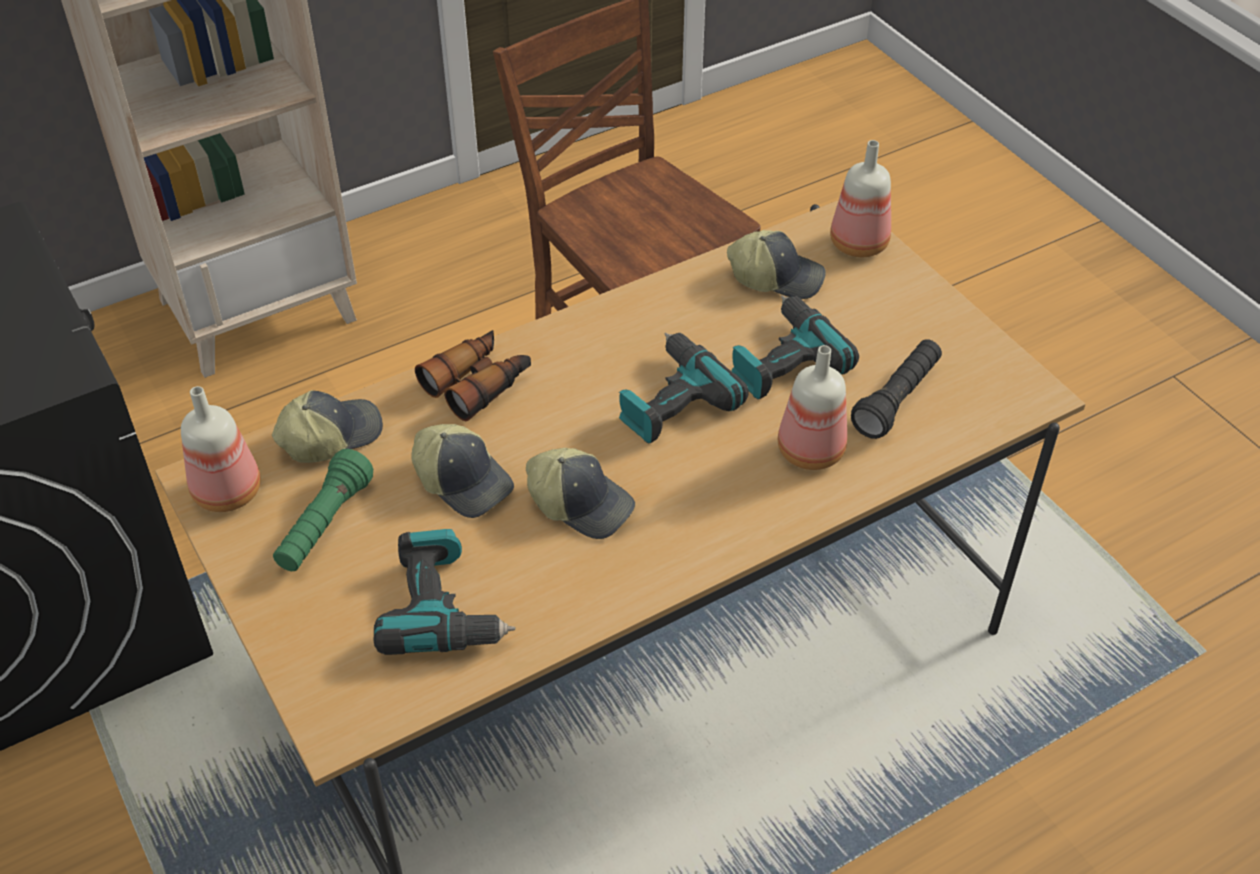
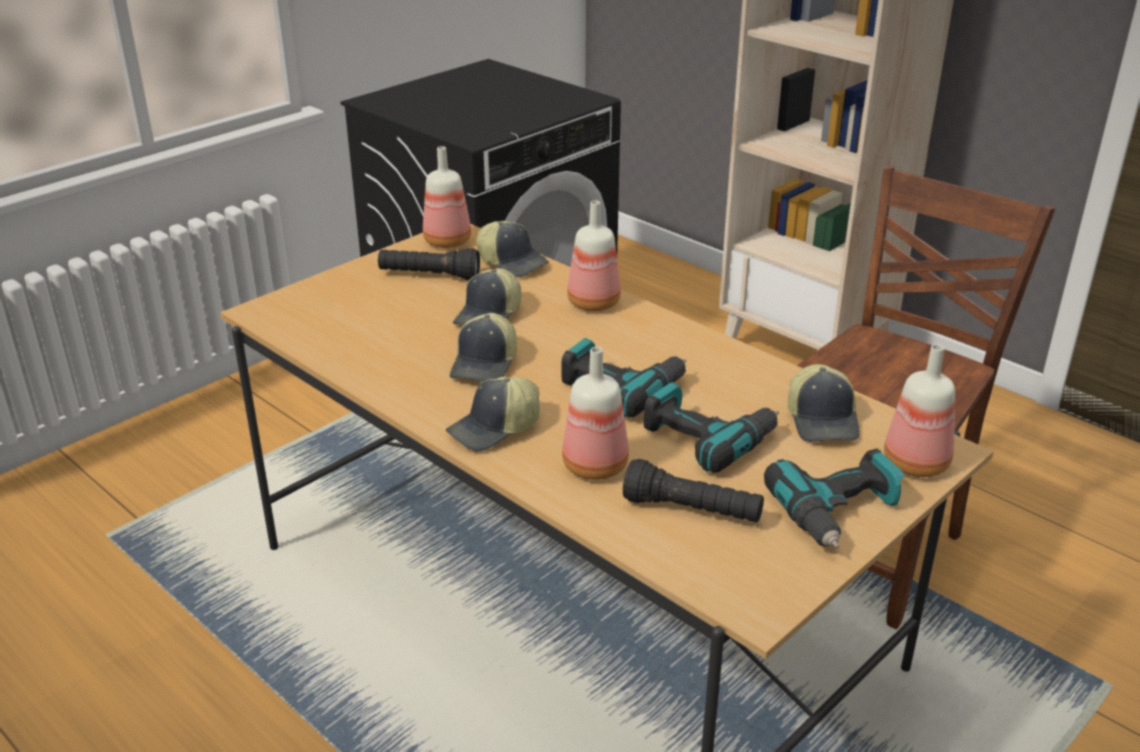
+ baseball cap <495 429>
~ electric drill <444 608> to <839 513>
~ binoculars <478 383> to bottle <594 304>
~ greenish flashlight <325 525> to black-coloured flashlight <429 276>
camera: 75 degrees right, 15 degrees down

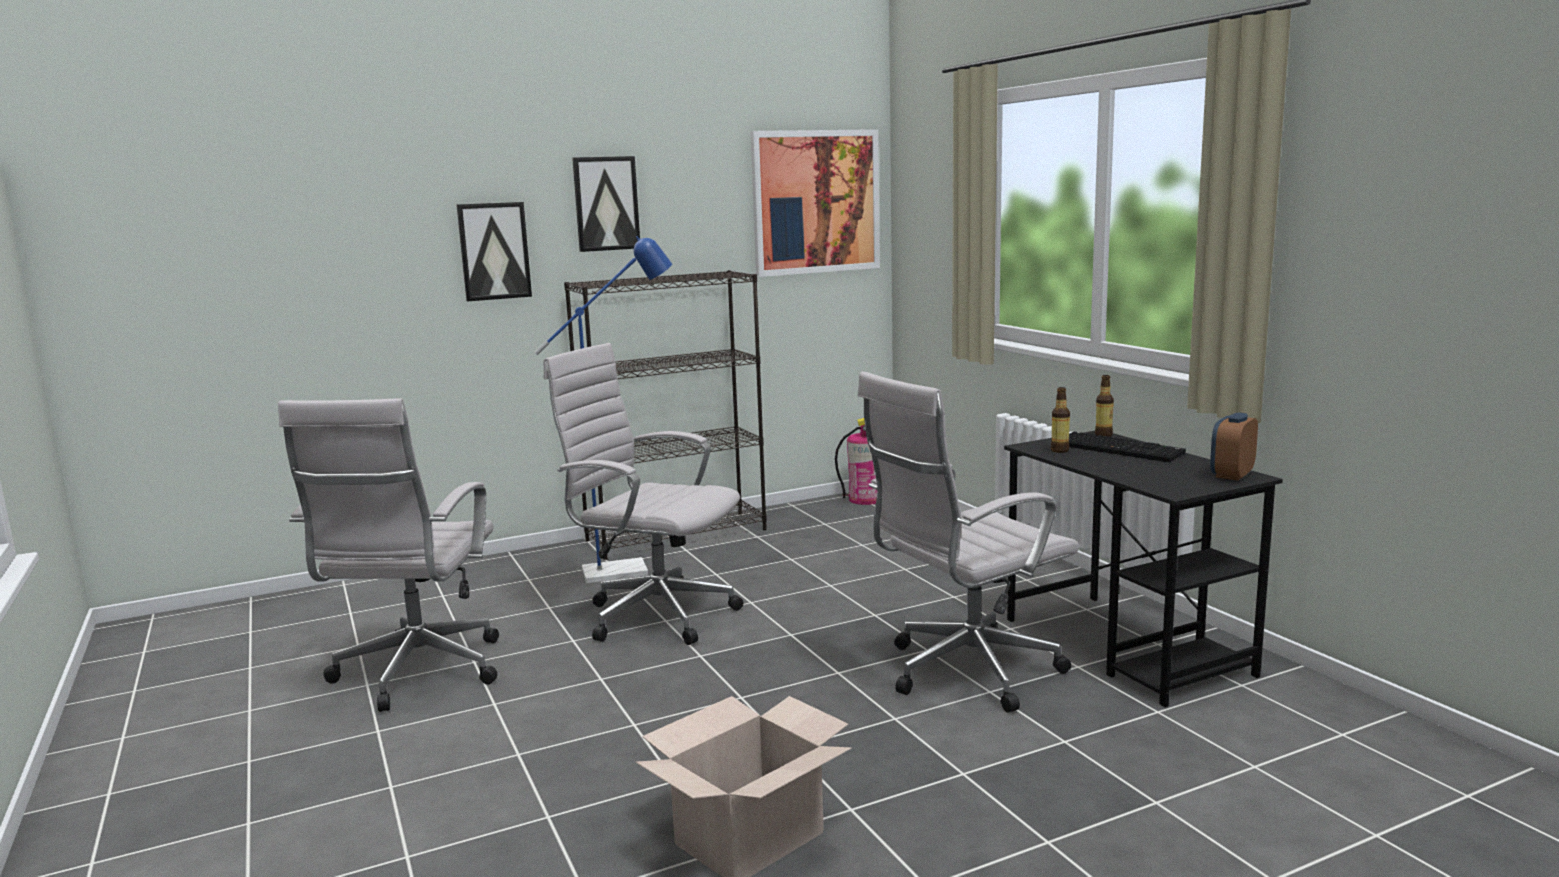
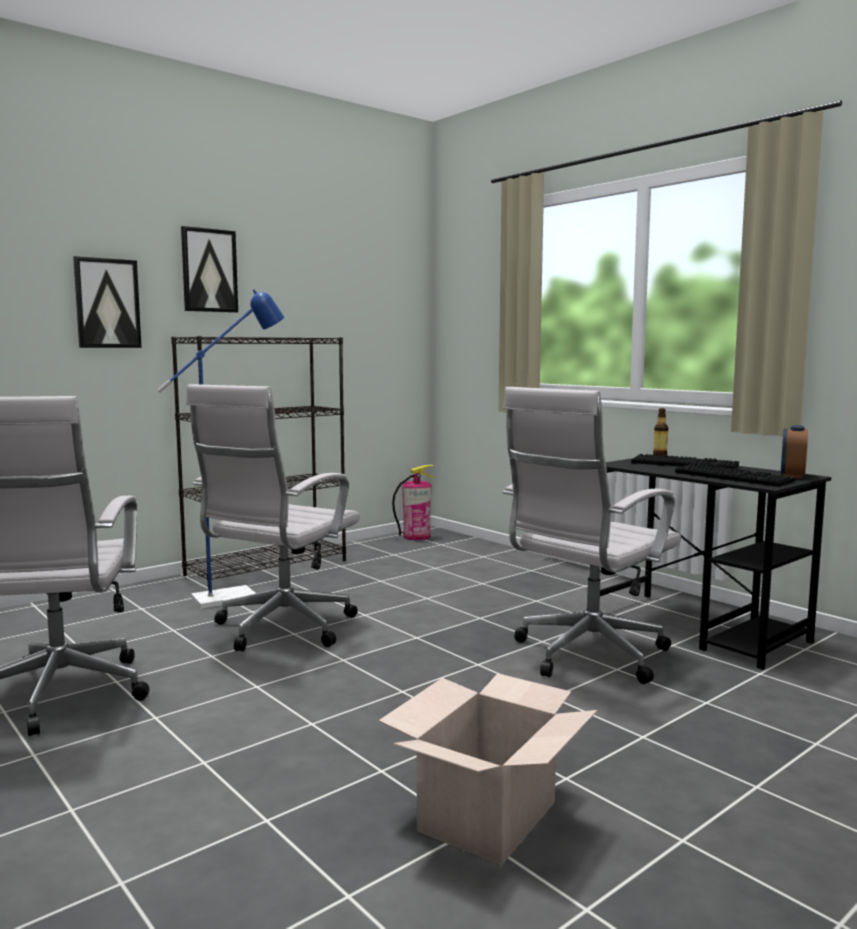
- picture <816 202>
- bottle <1059 450>
+ keyboard <734 477>
~ white-coloured desk chair <654 615> = <280 630> 75 degrees counterclockwise
camera: 15 degrees left, 5 degrees down

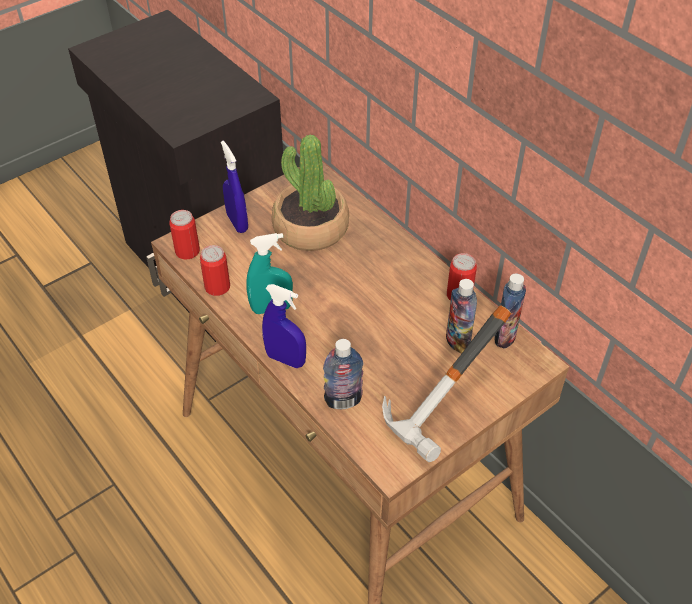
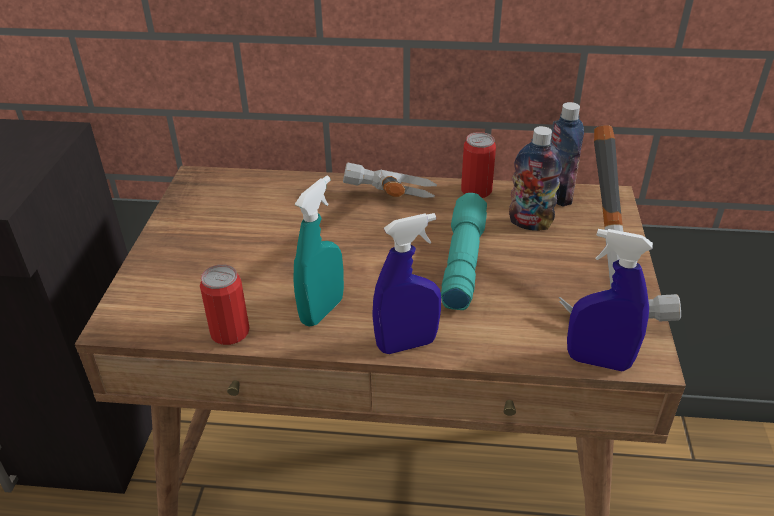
- metal can <187 251>
- houseplant <310 228>
- bottle <343 400>
+ hand hammer <377 228>
+ turquoise flashlight <462 260>
~ bluish sprayer <237 222> to <598 361>
camera: 45 degrees left, 10 degrees down

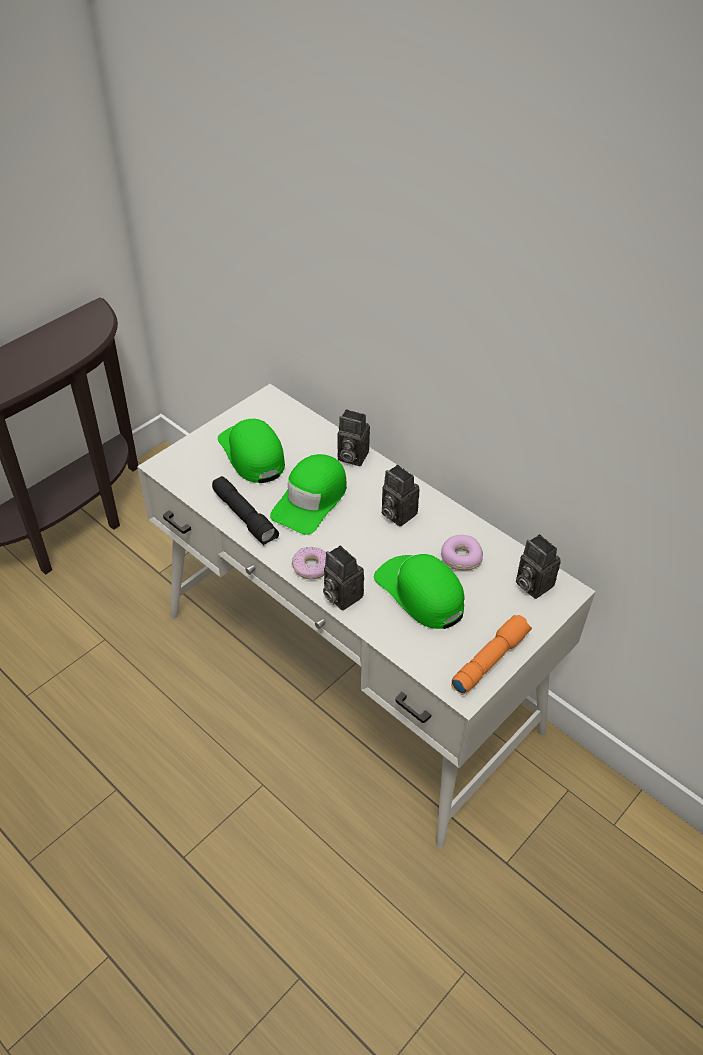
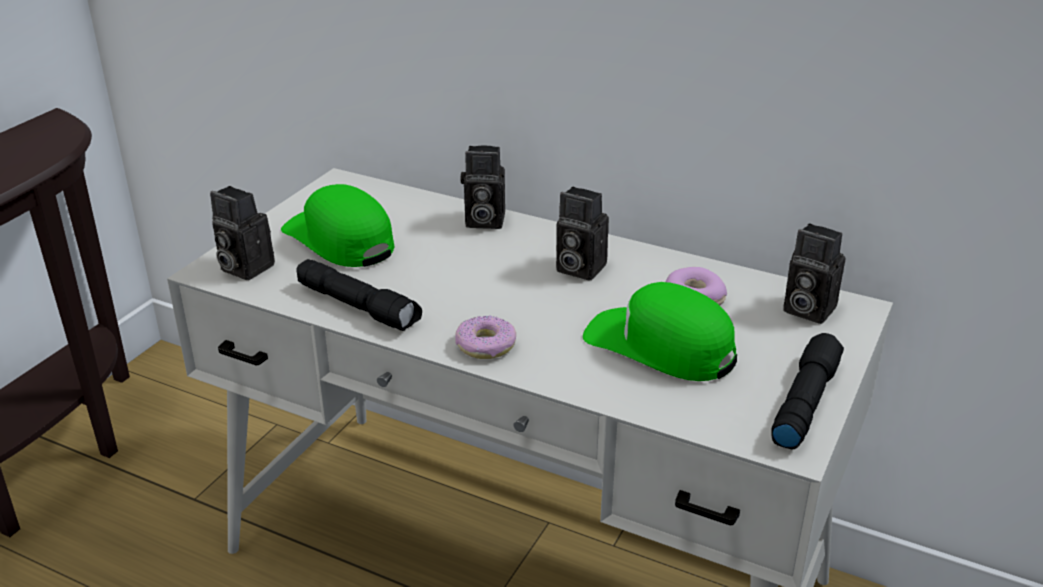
- greenish baseball cap <311 500>
~ still camera <340 595> to <243 267>
~ orange flashlight <489 659> to black-coloured flashlight <803 402>
camera: 15 degrees left, 15 degrees down

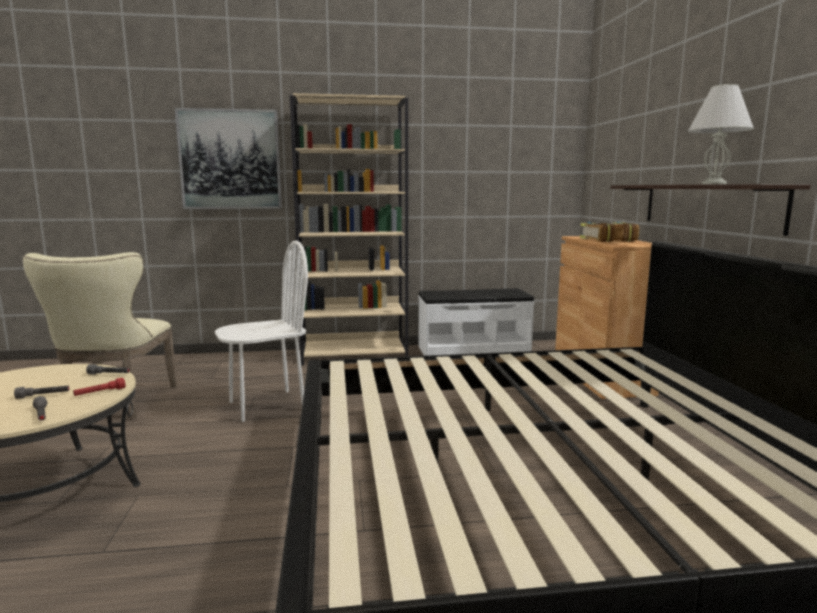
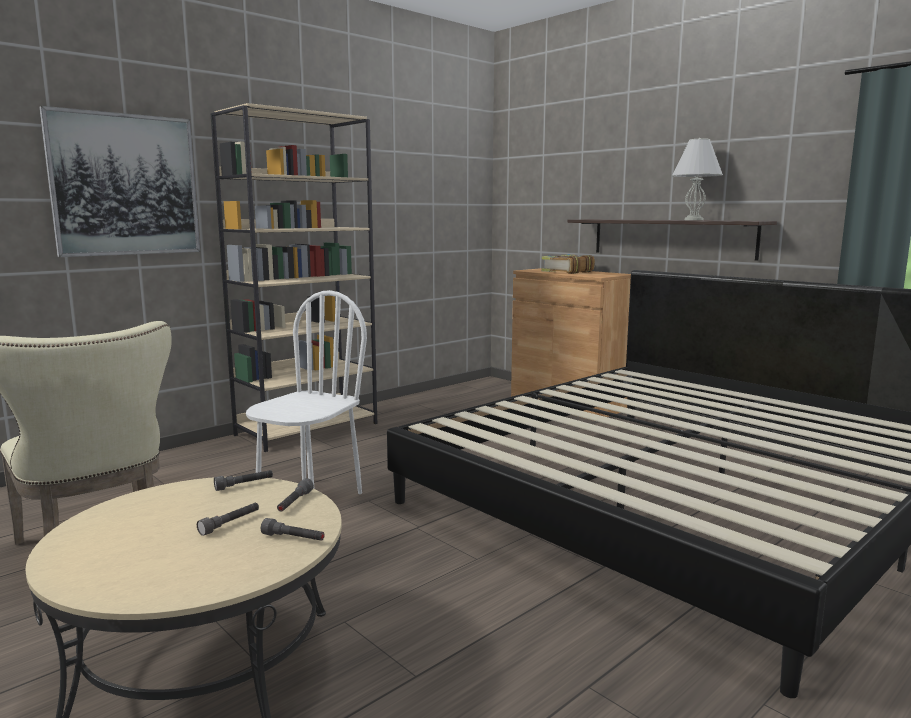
- white-coloured bench <473 350>
~ reddish flashlight <100 393> to greyish flashlight <294 502>
camera: 35 degrees left, 0 degrees up

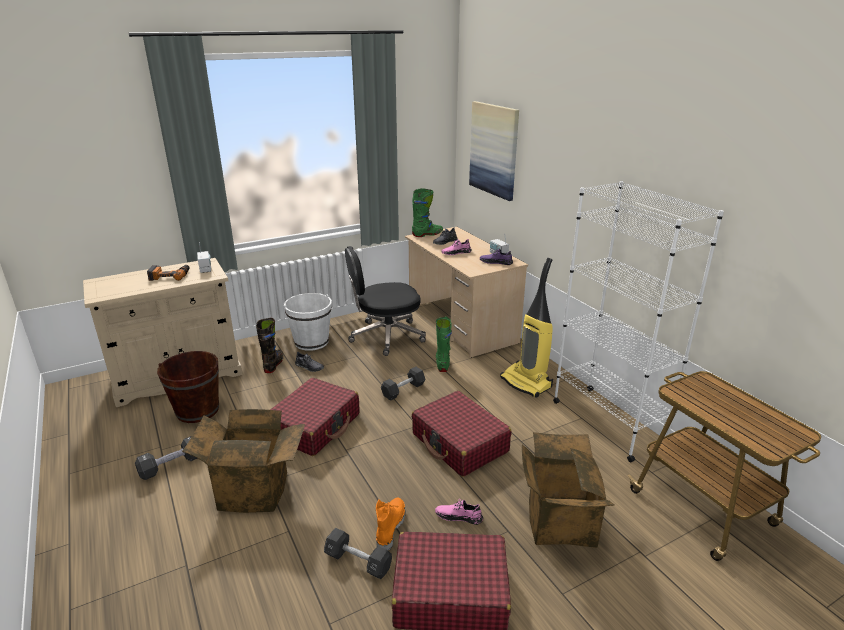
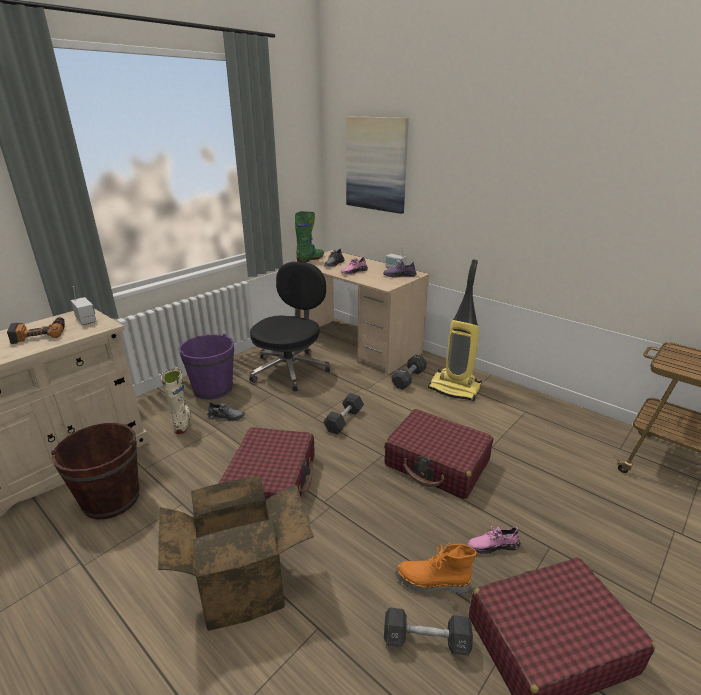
- greenish high-top boot <442 363>
- packing box <557 521>
- white-coloured bookshelf <607 422>
~ black-coloured hand weight <172 465> to <408 379>
~ black-coloured high-top boot <273 364> to beige high-top boot <182 422>
~ white-coloured pail <311 342> to purple pail <213 389>
~ black-coloured desk chair <385 336> = <290 369> 150 degrees clockwise
~ orange high-top boot <389 527> = <432 583> 75 degrees counterclockwise
camera: 20 degrees left, 0 degrees up

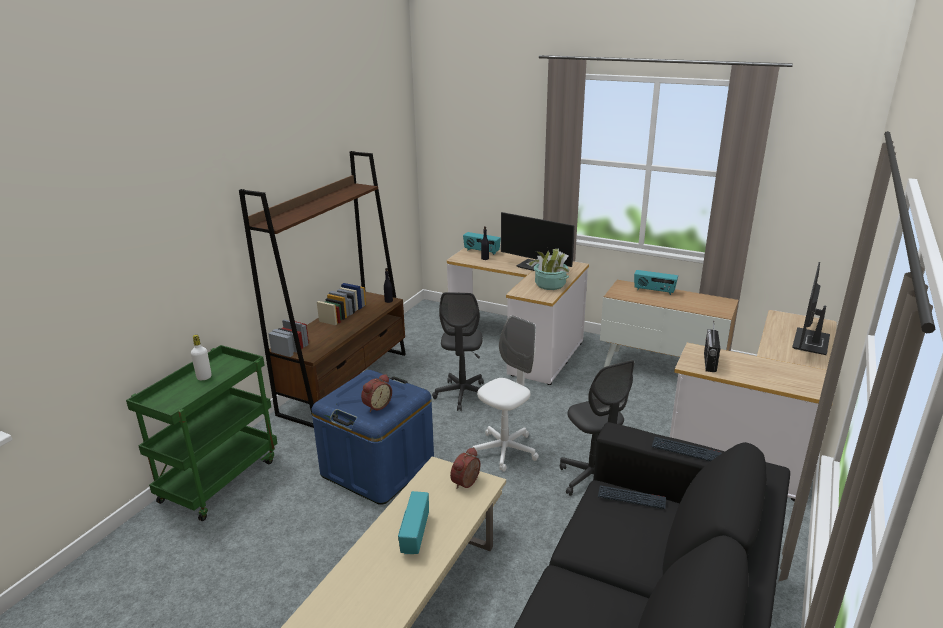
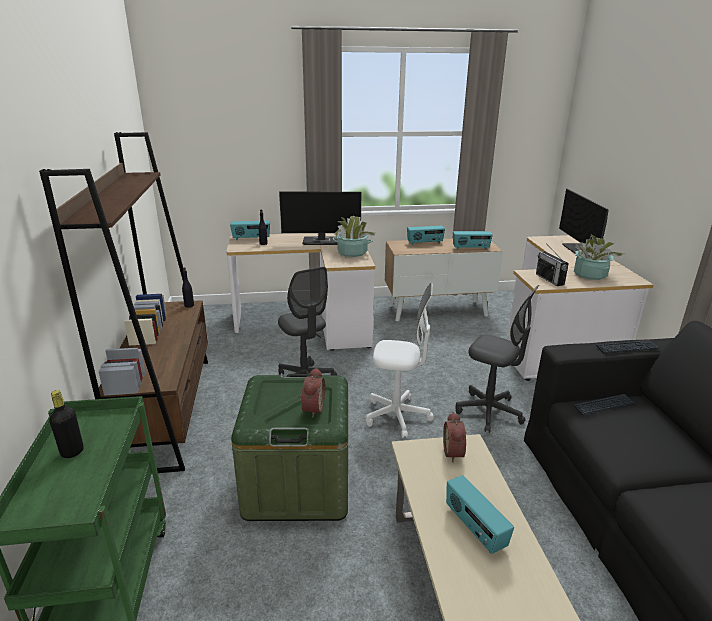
+ radio <471 248>
+ houseplant <590 274>
~ white-coloured bottle <204 377> to black-coloured bottle <72 452>
~ bluish storage box <378 468> to greenish storage box <297 483>
~ white-coloured desk chair <505 450> = <397 416> 90 degrees clockwise
camera: 35 degrees left, 0 degrees up

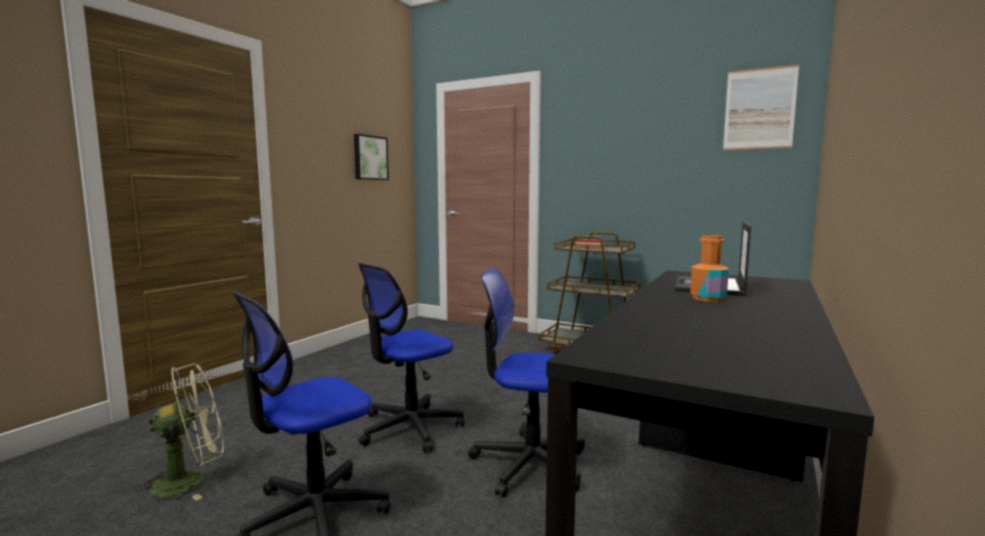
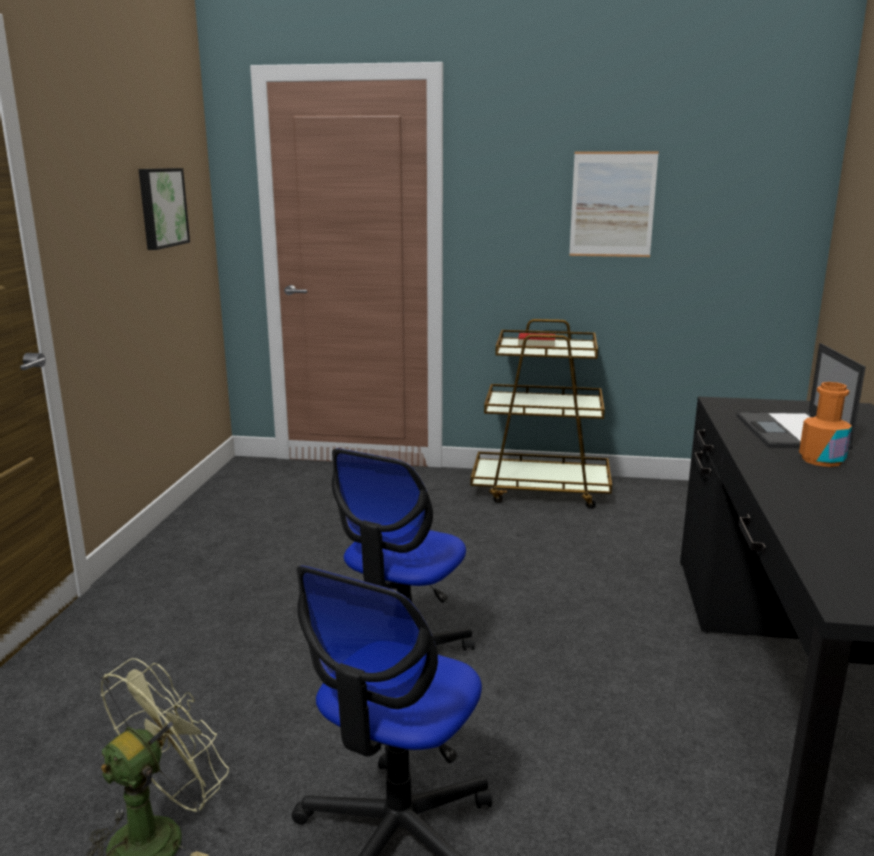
- desk chair <529 464>
~ picture <759 109> to <612 204>
camera: 20 degrees left, 10 degrees up

